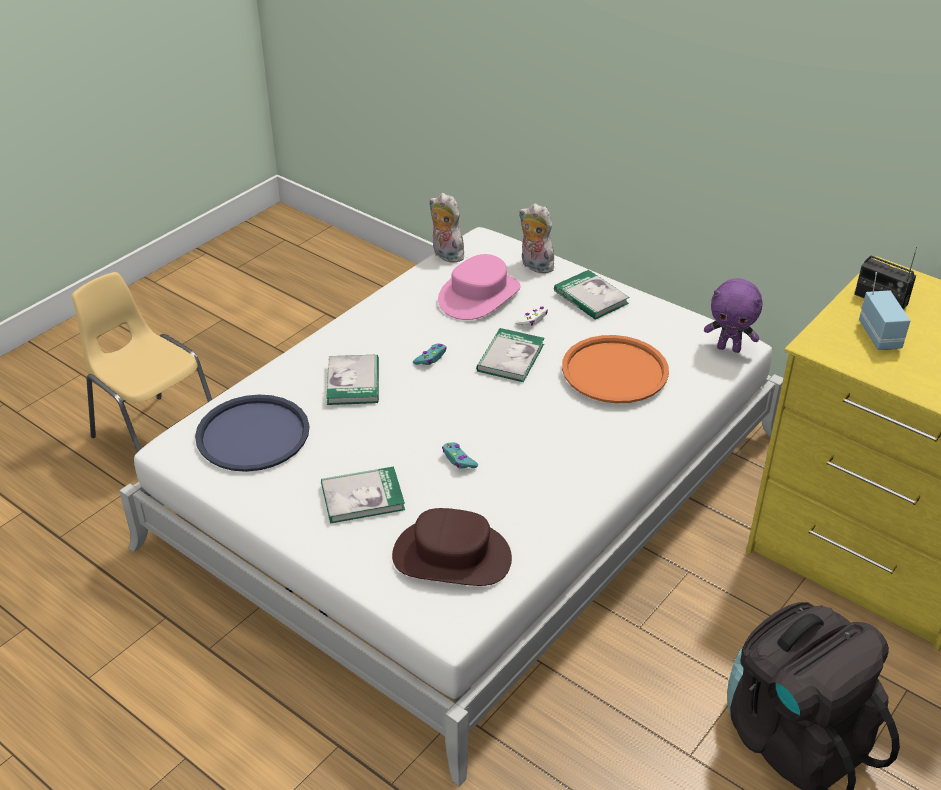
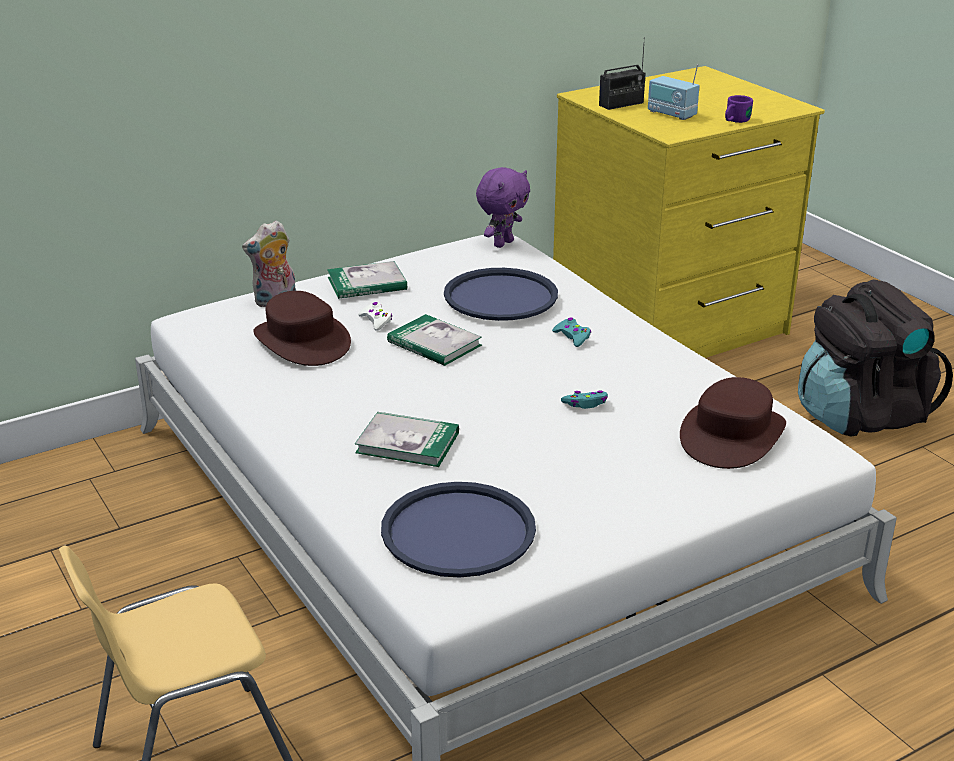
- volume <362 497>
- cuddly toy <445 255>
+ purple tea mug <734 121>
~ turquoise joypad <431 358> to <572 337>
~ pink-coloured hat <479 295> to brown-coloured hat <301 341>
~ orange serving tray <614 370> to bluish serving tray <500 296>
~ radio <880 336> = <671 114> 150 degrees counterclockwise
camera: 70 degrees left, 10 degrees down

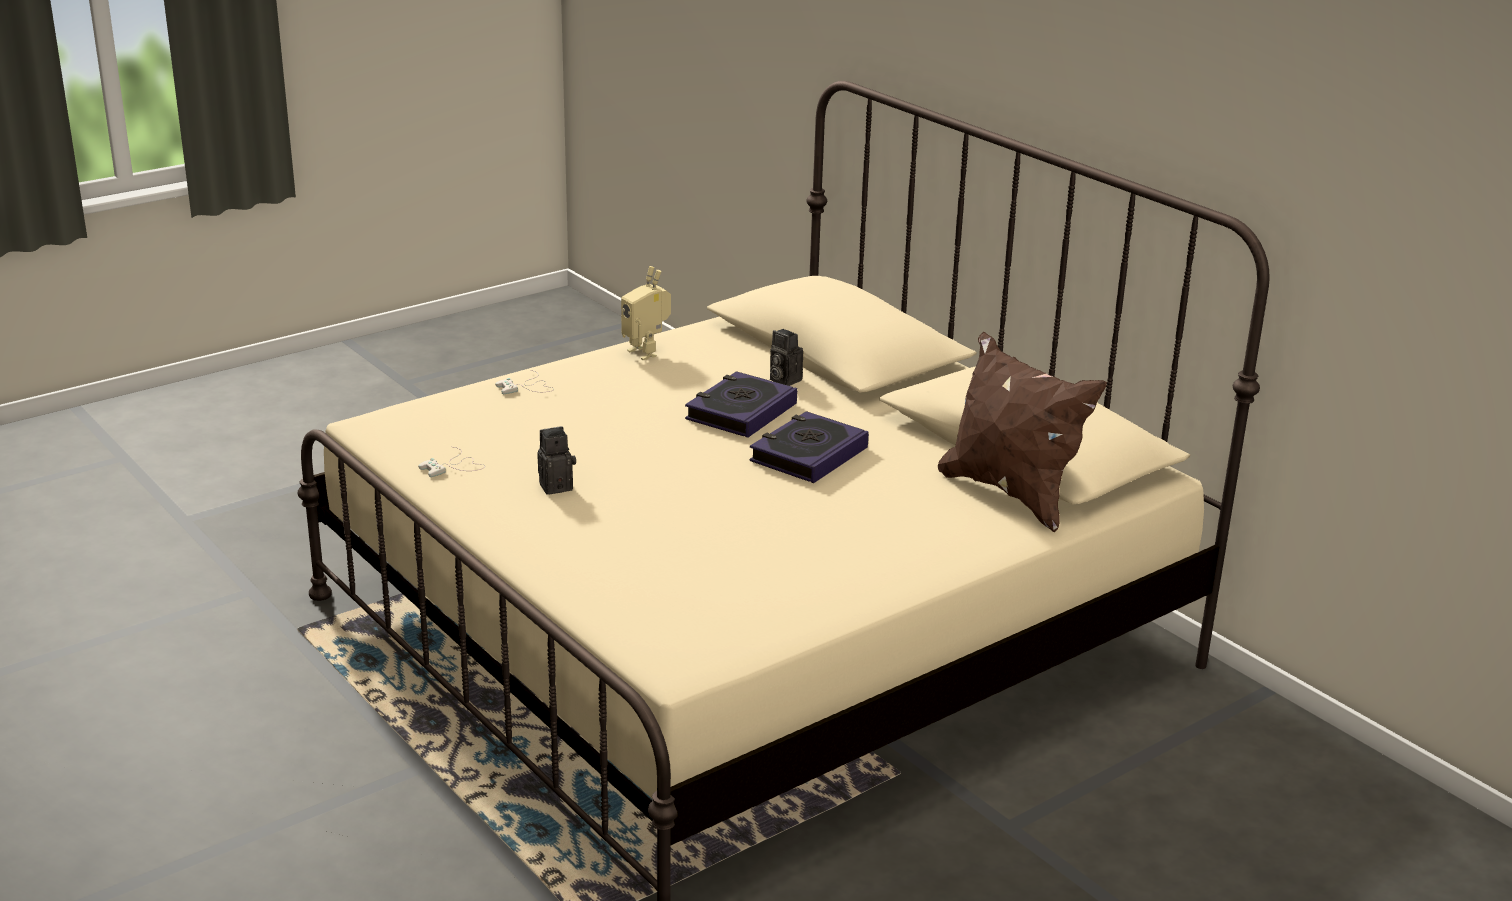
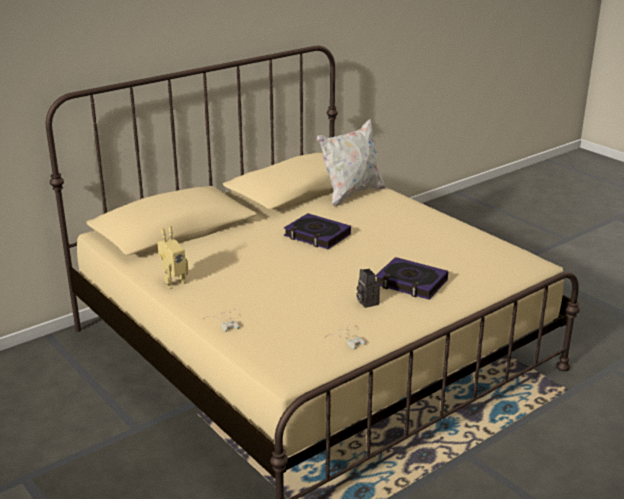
- still camera <783 380>
~ volume <741 412> to <411 283>
~ brown-coloured pillow <1011 494> to white-coloured pillow <351 194>
camera: 90 degrees left, 0 degrees up

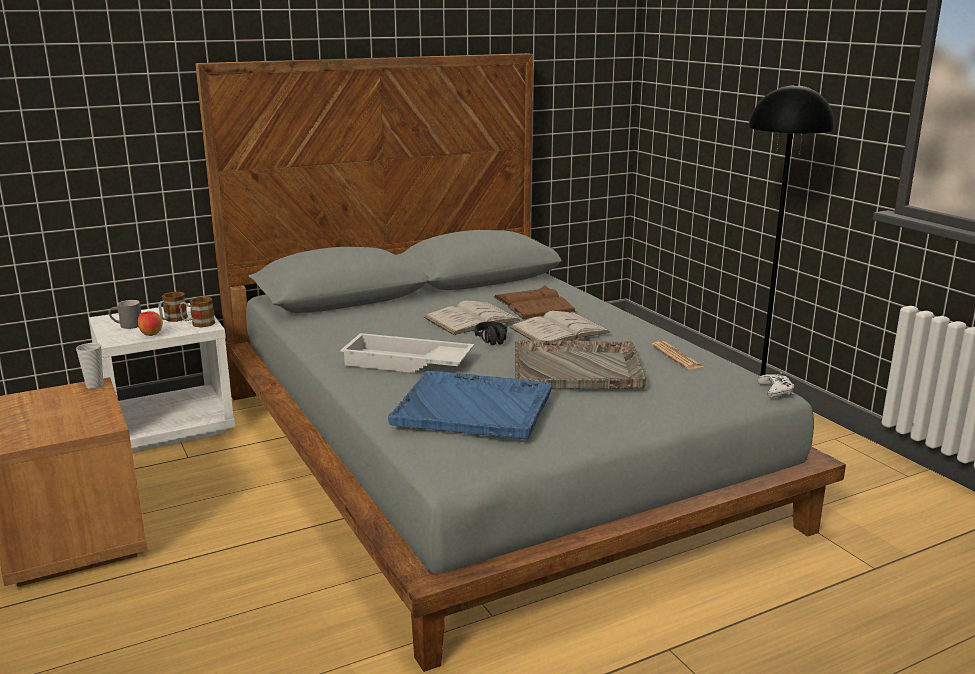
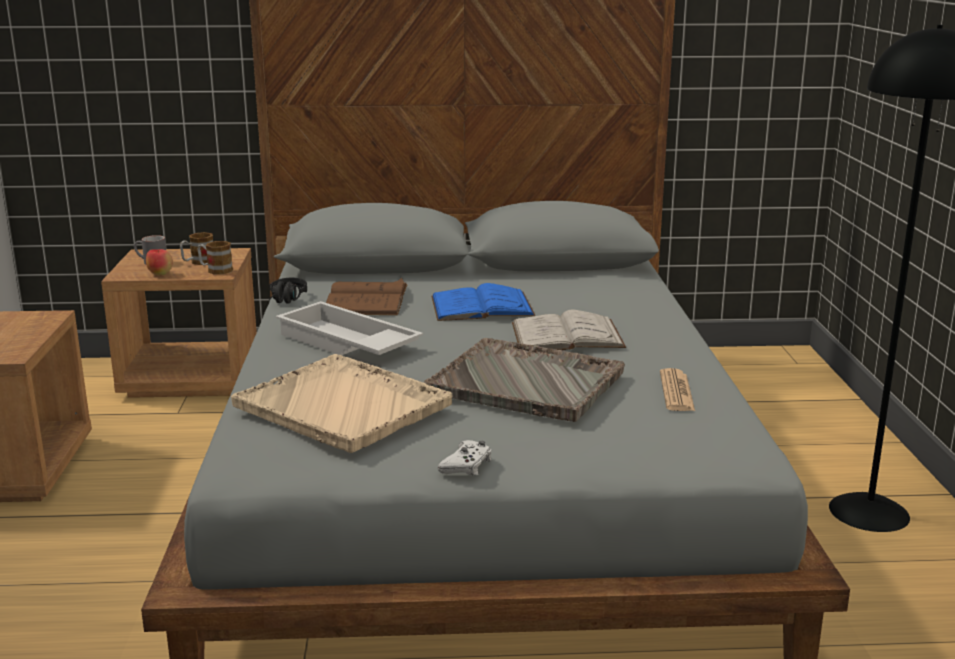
- drinking cup <95 385>
~ black-coloured pair of headphones <493 342> to <286 300>
~ brown-coloured volume <533 304> to <366 299>
~ white-coloured joypad <776 390> to <467 465>
~ white-coloured night table <170 426> to brown-coloured night table <192 378>
~ bluish serving tray <475 408> to beige serving tray <343 406>
~ white-coloured volume <471 319> to bluish volume <481 306>
camera: 25 degrees right, 0 degrees up

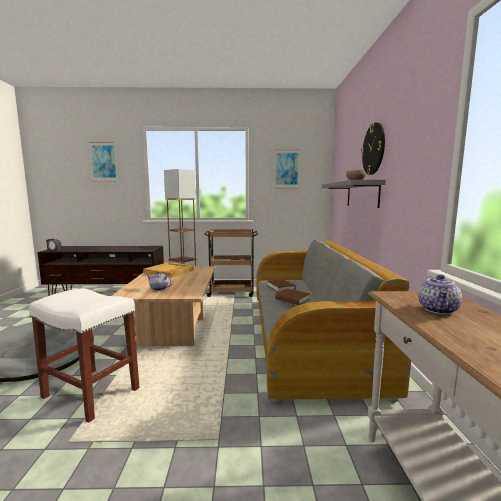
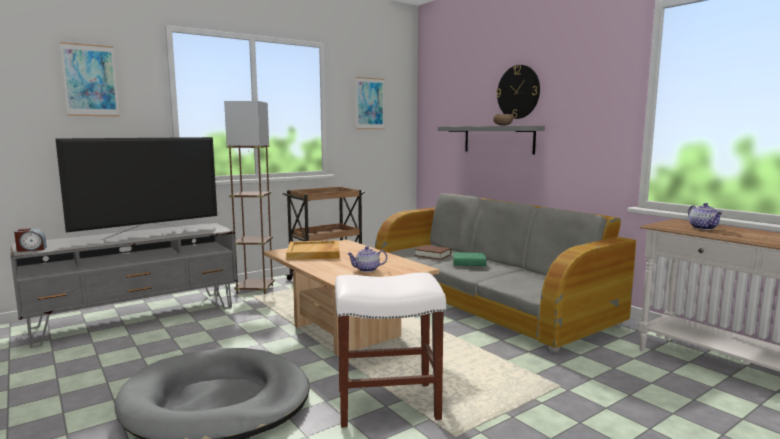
+ television <148 234>
~ brown-coloured tv unit <108 294> to greyish tv unit <137 317>
~ brown-coloured volume <292 299> to greenish volume <469 263>
camera: 35 degrees left, 0 degrees up

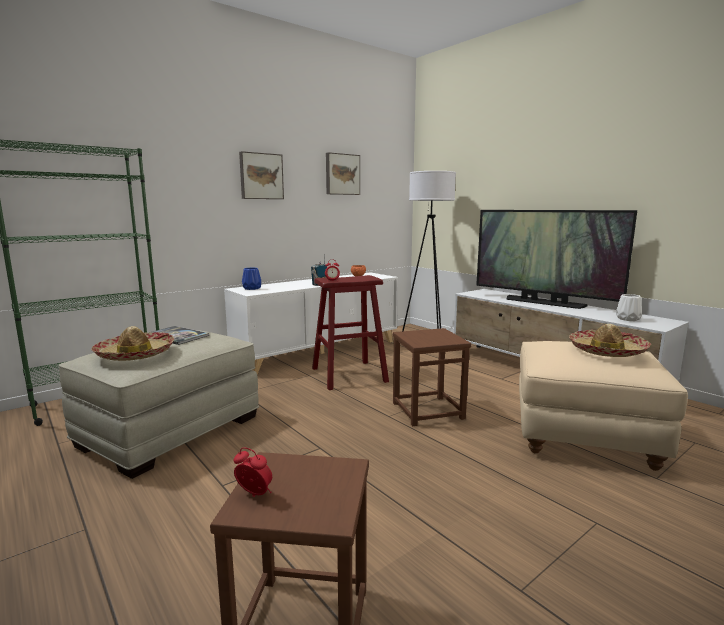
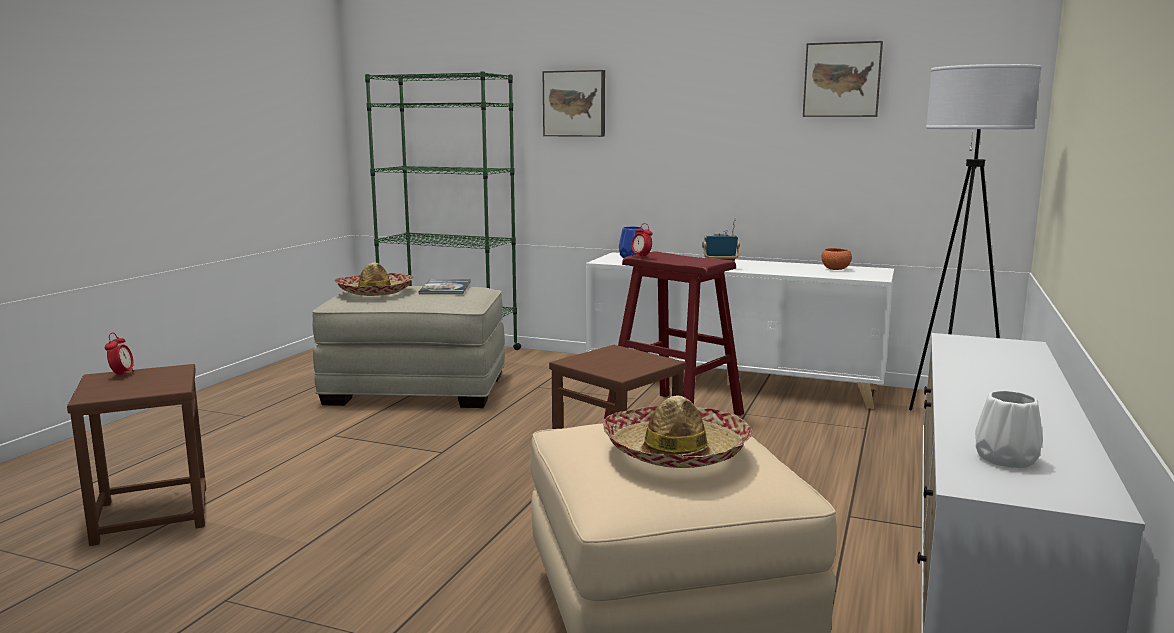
- television <543 302>
~ picture <261 176> to <575 103>
camera: 60 degrees right, 0 degrees up

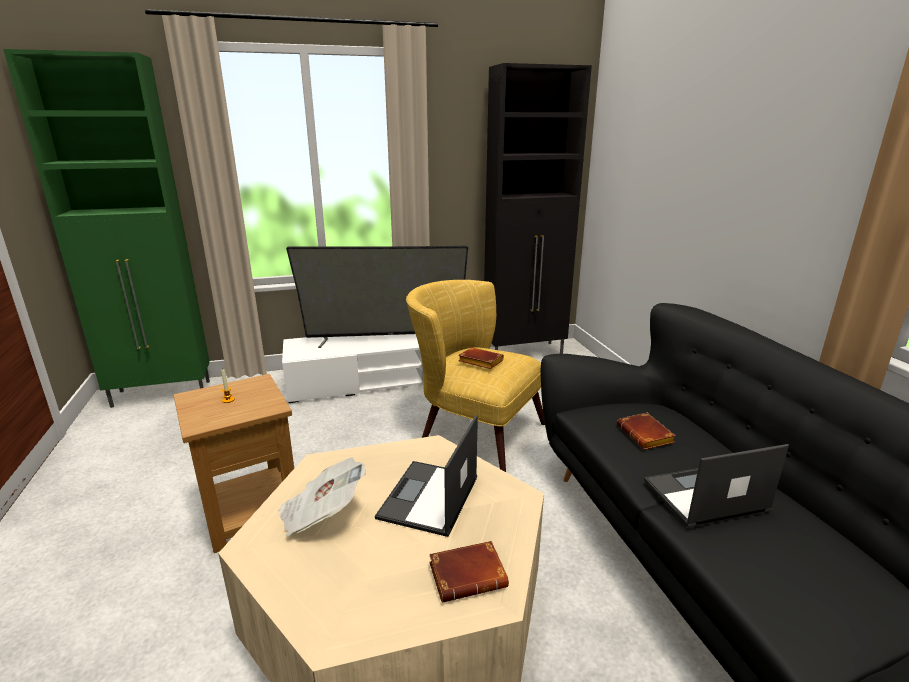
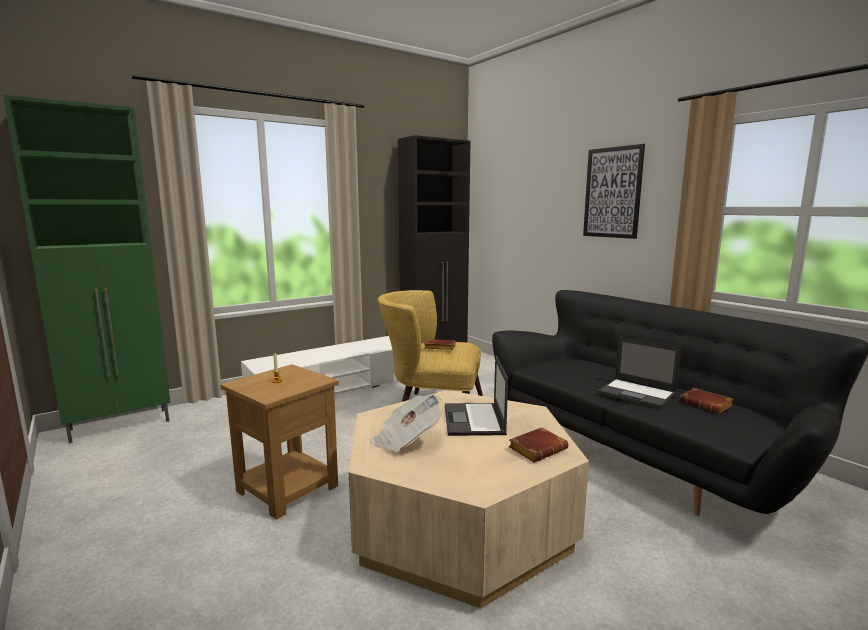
- television <385 339>
+ picture <612 192>
~ brown-coloured volume <647 436> to <707 405>
~ portable computer <704 496> = <637 393> 105 degrees counterclockwise
camera: 20 degrees left, 10 degrees down

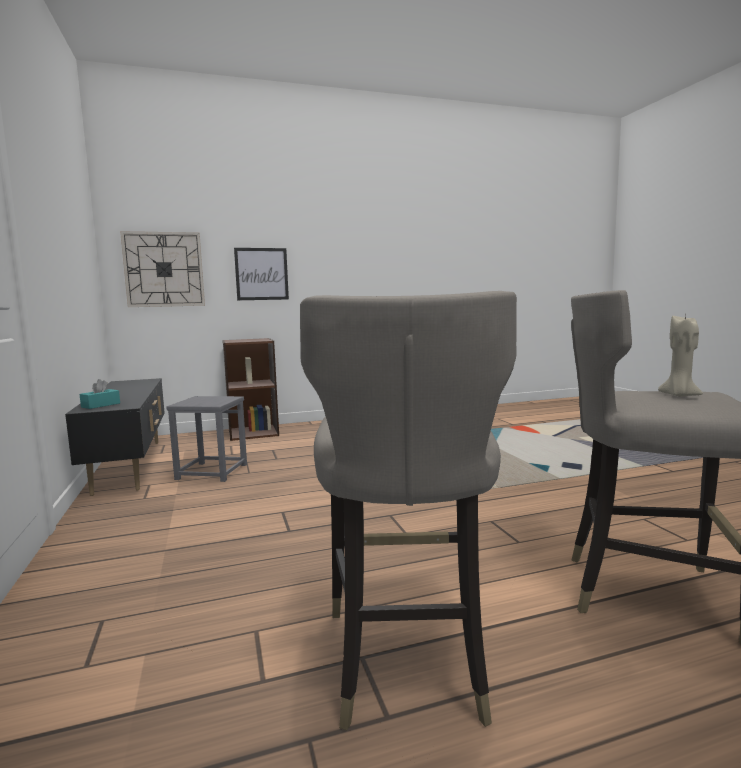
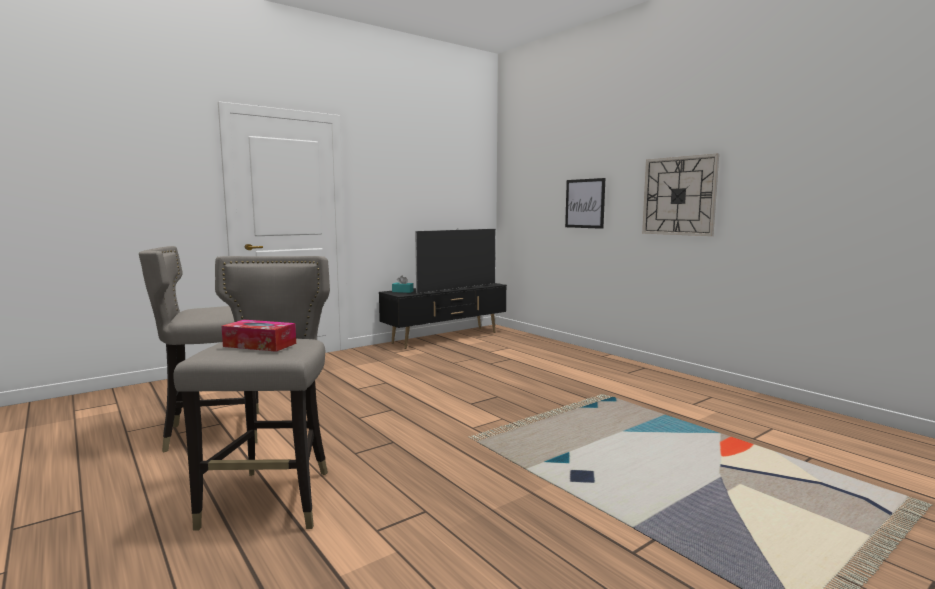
- greyish stool seat <211 472>
- brown-coloured bookshelf <253 432>
+ television <457 288>
~ clock on the wall <164 269> to <679 196>
~ beige wax candle <679 395> to box of tissues <260 345>
camera: 70 degrees right, 0 degrees up

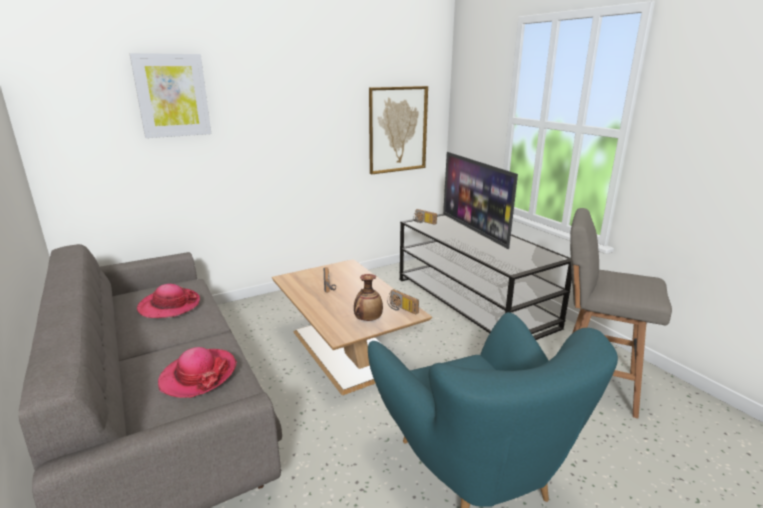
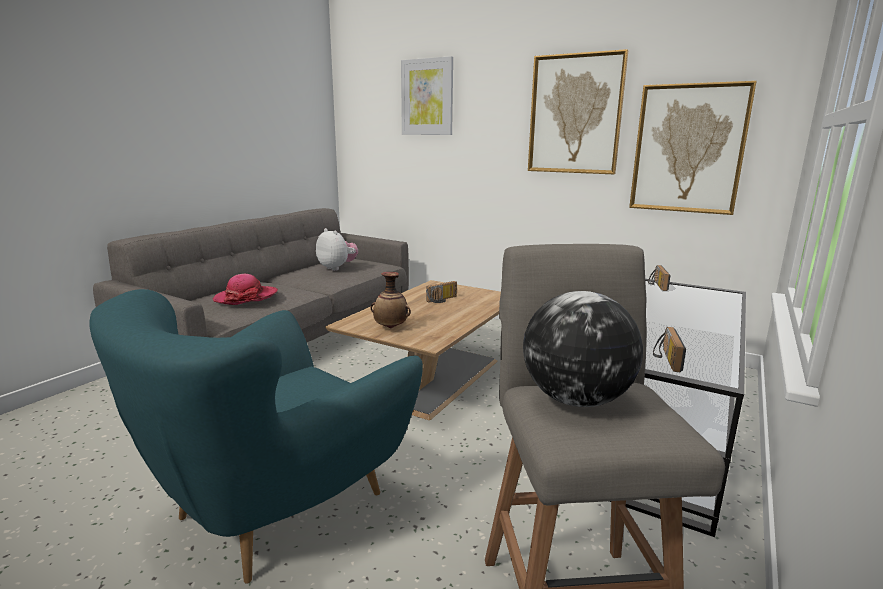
- television <474 230>
+ globe <575 400>
+ picture <575 114>
~ radio <401 309> to <665 359>
~ hat <169 305> to cuddly toy <337 268>
camera: 60 degrees right, 5 degrees down

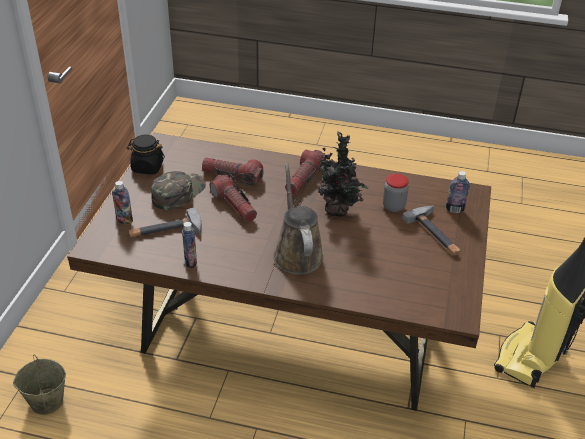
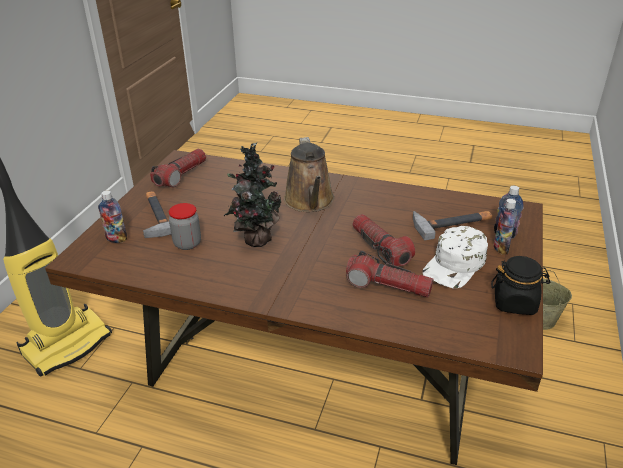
~ bottle <190 262> to <500 248>
~ flashlight <304 179> to <181 175>
~ greenish baseball cap <178 192> to white-coloured baseball cap <455 265>
camera: 175 degrees left, 5 degrees down

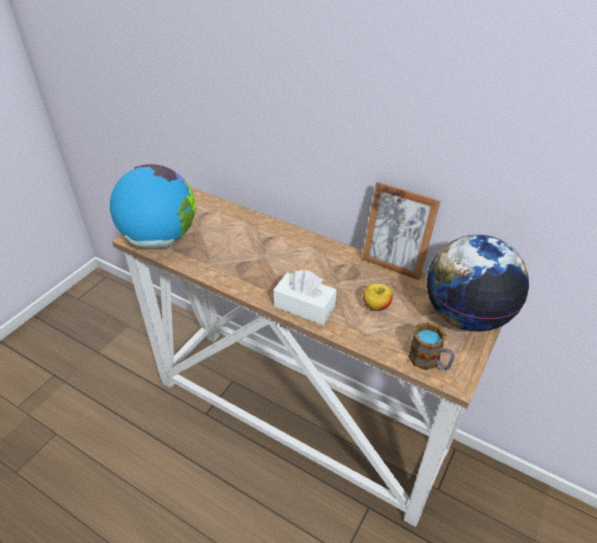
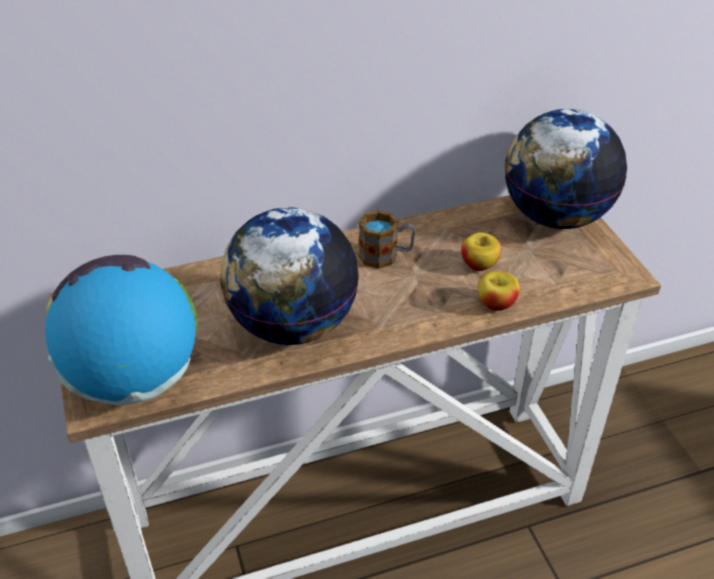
- white-coloured box of tissues <304 306>
- photo frame <393 264>
+ globe <292 324>
+ whole apple <496 303>
~ tea mug <429 361> to <386 255>
camera: 50 degrees left, 0 degrees up

